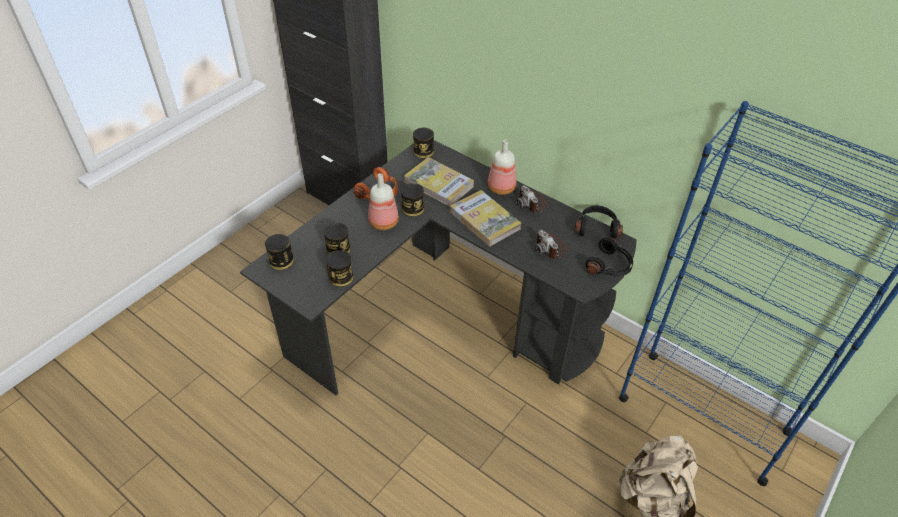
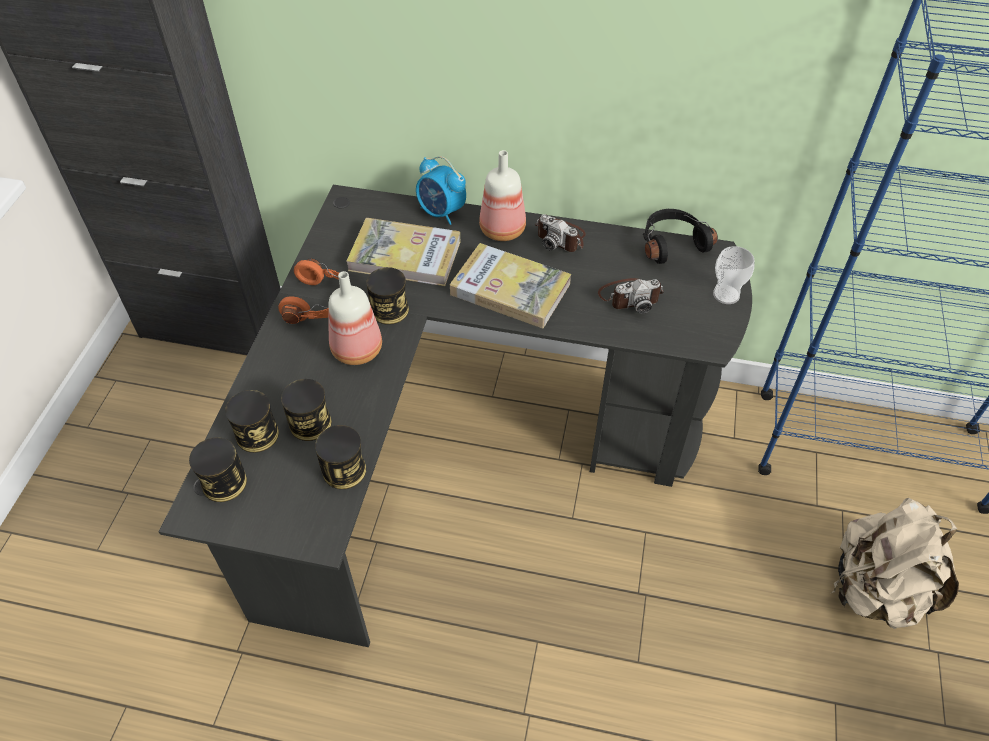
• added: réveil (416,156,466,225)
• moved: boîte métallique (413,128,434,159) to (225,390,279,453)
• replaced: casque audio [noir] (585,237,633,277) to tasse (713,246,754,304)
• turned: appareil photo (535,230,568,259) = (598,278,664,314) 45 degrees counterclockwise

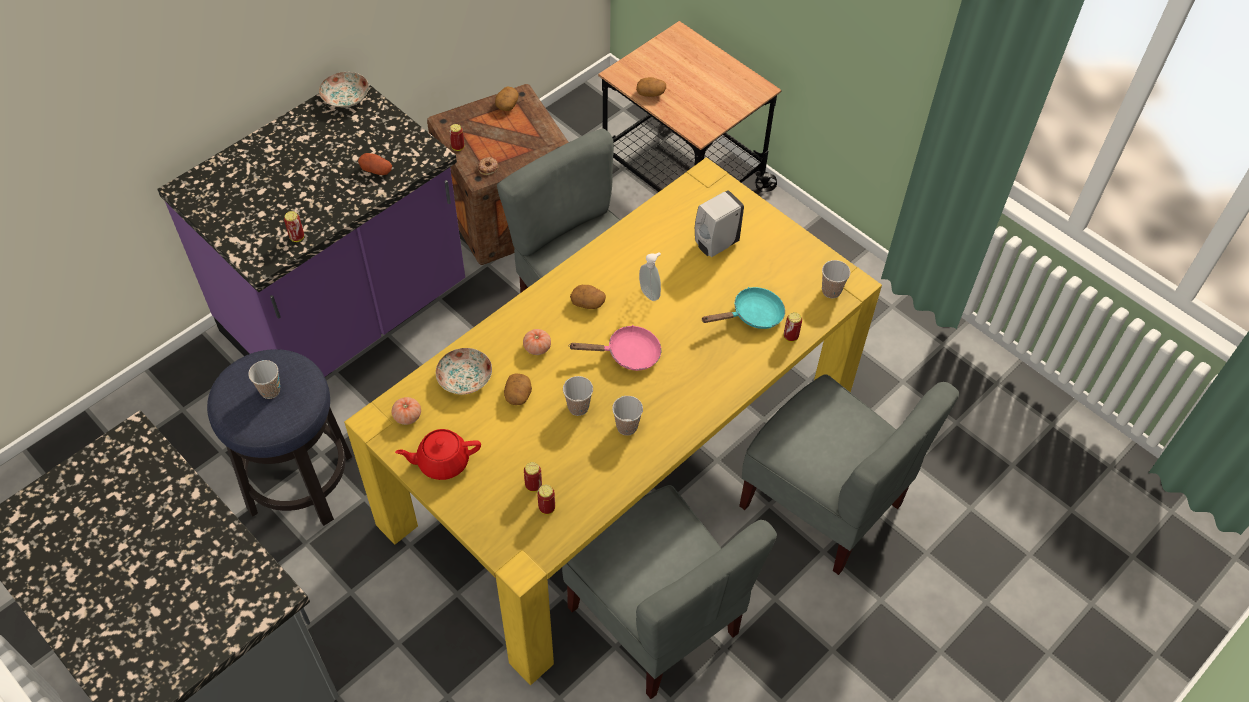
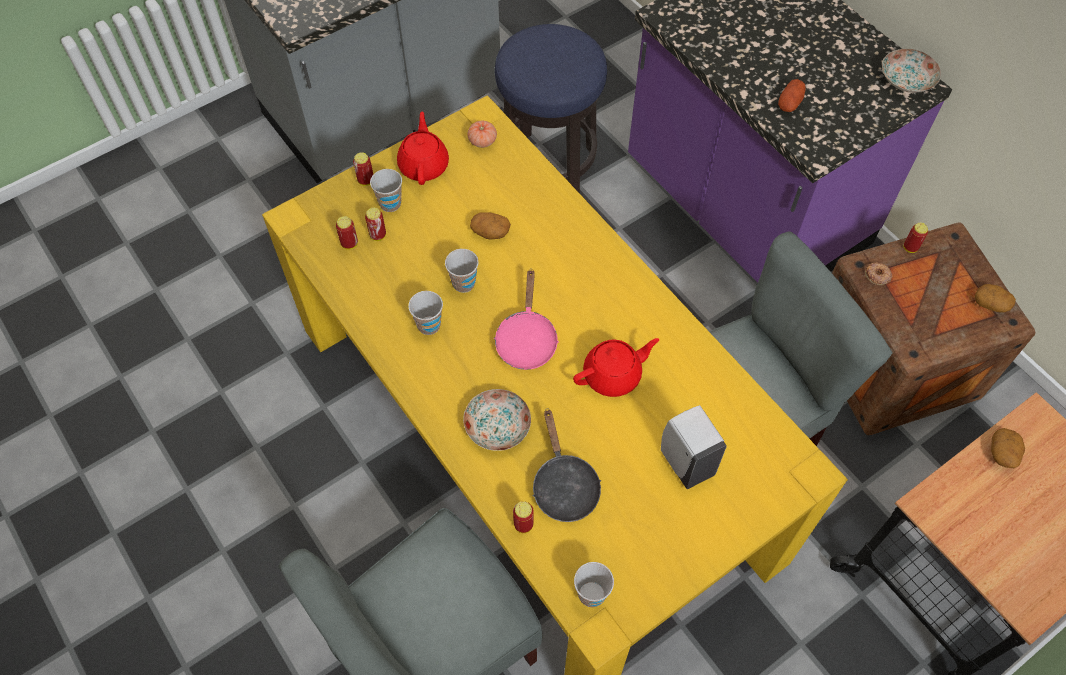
• removed: tomate (523,329,551,355)
• removed: chaise [gris] (562,485,777,699)
• removed: pomme de terre (570,285,606,309)
• moved: tasse (248,360,280,399) to (370,169,402,212)
• moved: boîte métallique (284,211,304,242) to (353,152,373,186)
• moved: assiette (436,348,492,395) to (463,389,531,451)
• replaced: distributeur de savon (639,252,661,301) to théière [rouge] (573,338,659,397)
• recoloured: poêle [turquoise] (701,287,785,329) to poêle [noir] (533,408,601,522)

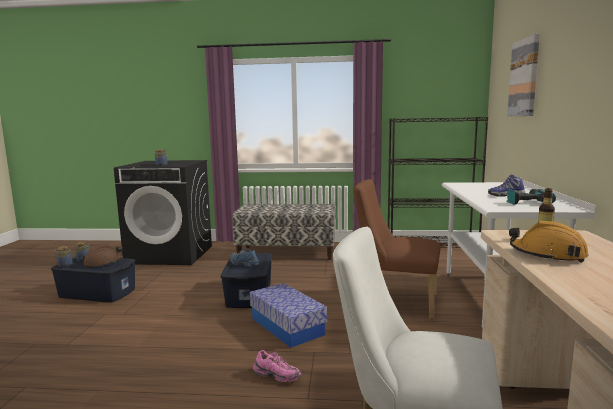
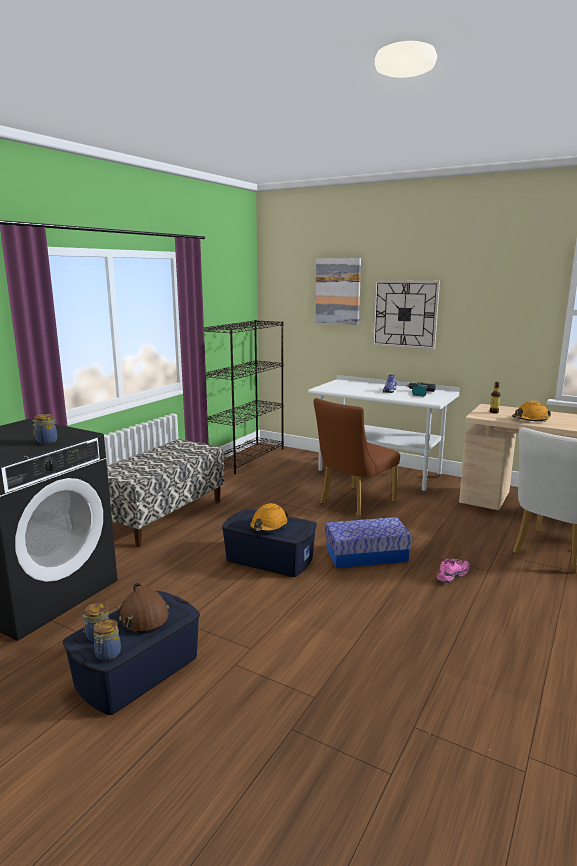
• added: horloge murale (372,280,440,350)
• replaced: chaussure [bleu] (229,249,259,267) to casque de chantier [orange] (249,503,289,532)

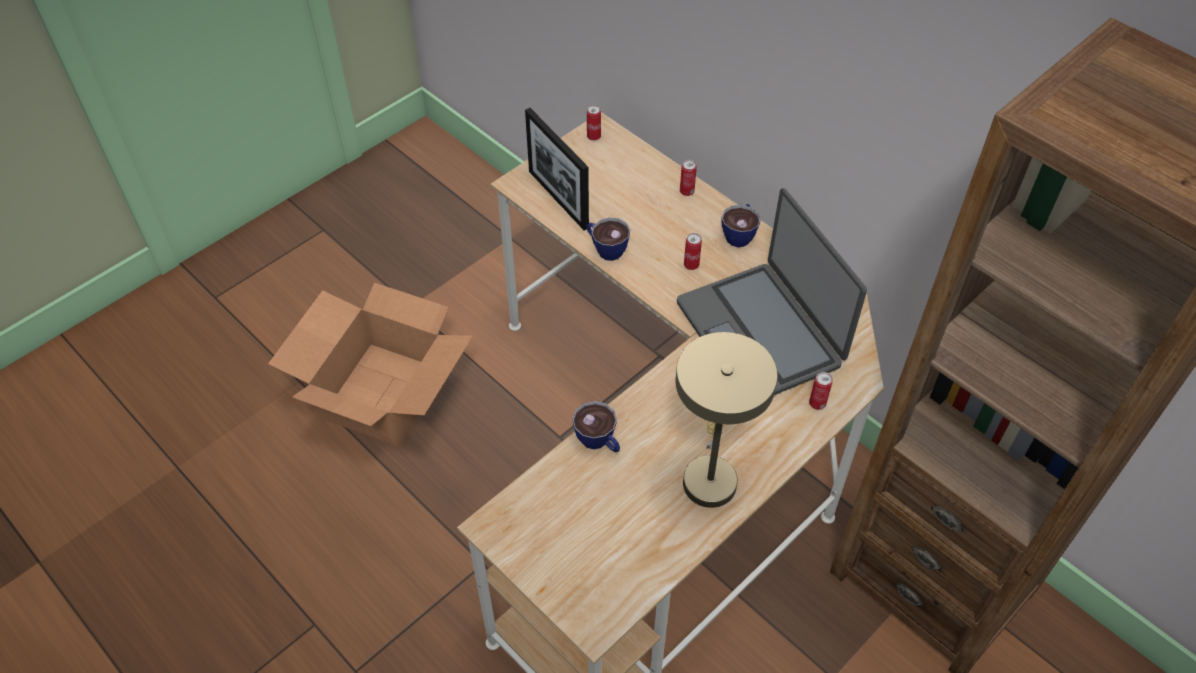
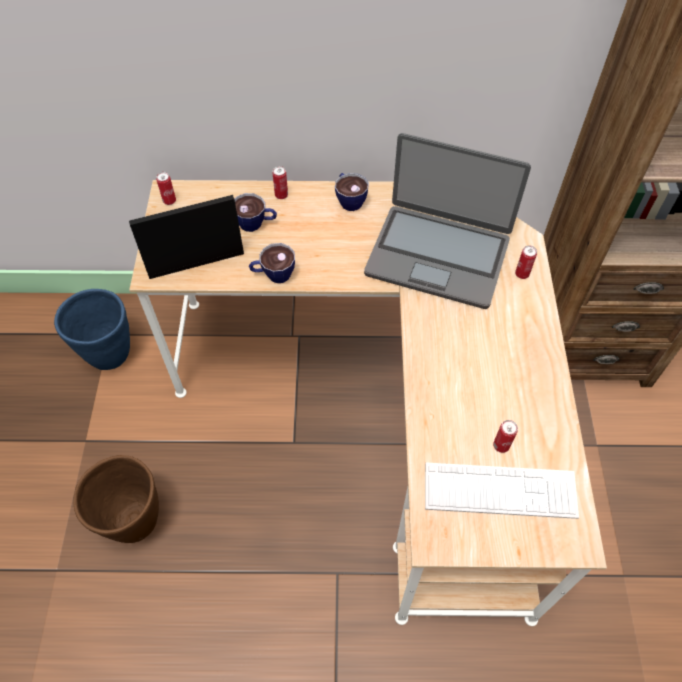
• removed: lampe de table [beige] (676,332,778,508)
• added: cache-pot [bleu] (54,289,130,370)
• added: clavier (425,462,579,519)
• moved: tasse (572,401,620,452) to (234,193,277,232)
• moved: boîte métallique (684,233,702,270) to (493,420,518,453)
• replaced: carton (268,283,473,447) to cache-pot [marron] (73,455,159,543)
• turned: cadre photo (525,108,589,231) = (129,195,244,279) 150 degrees clockwise

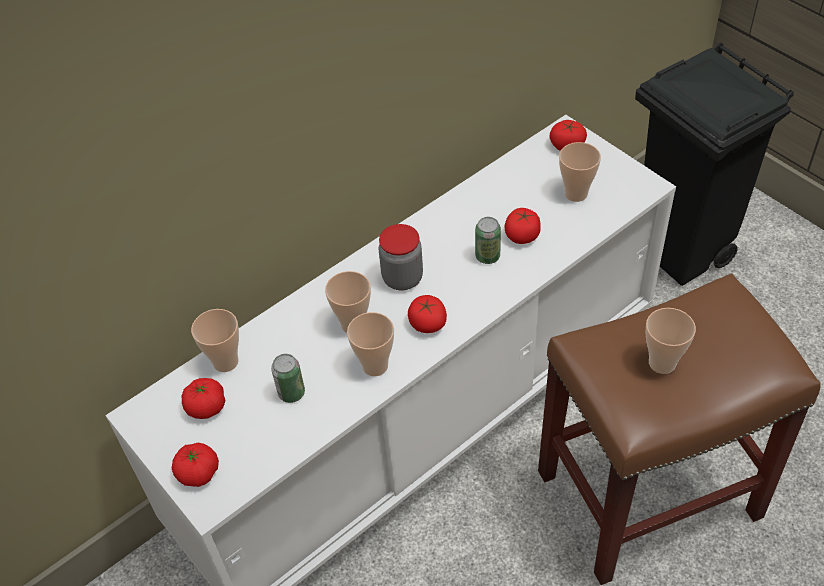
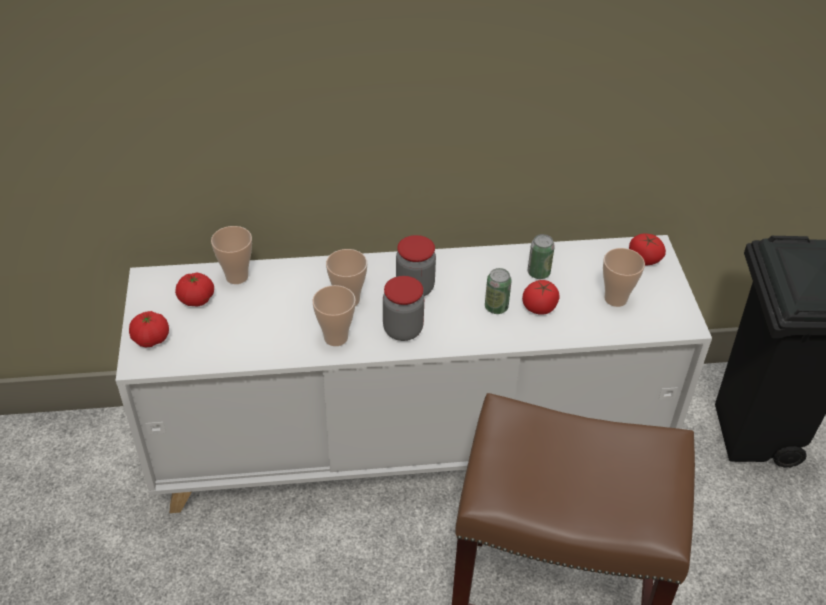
• removed: tasse (646,308,696,374)
• moved: boîte métallique (271,354,305,403) to (528,234,555,279)
• replaced: tomate (408,295,447,333) to bocal (383,276,424,341)

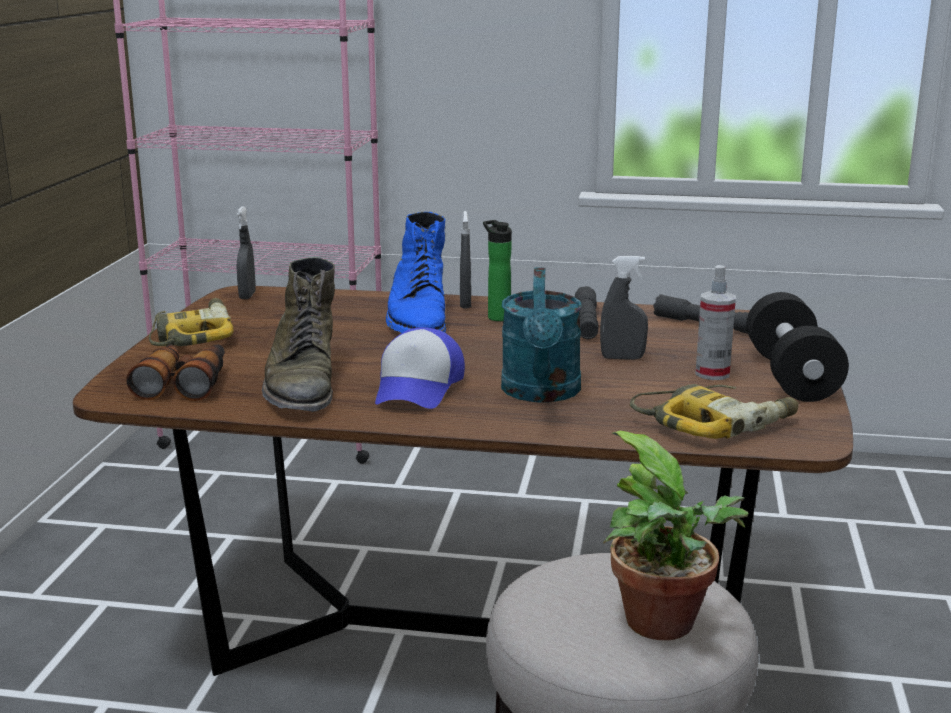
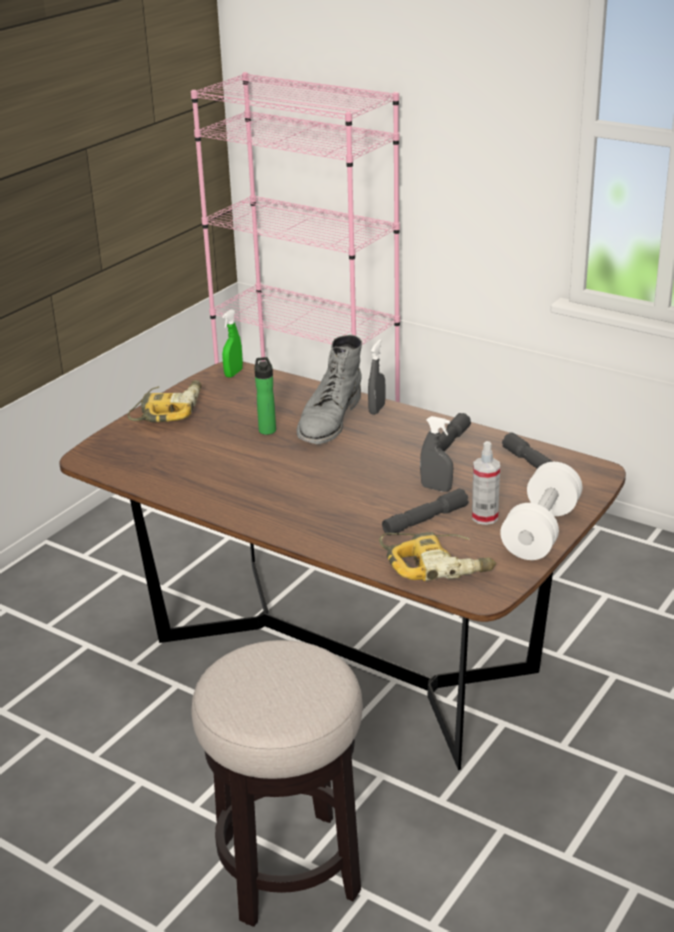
• removed: jumelles (126,344,225,401)
• removed: botte [vert] (262,257,335,412)
• removed: casquette (375,327,465,409)
• removed: arrosoir [turquoise] (501,268,582,403)
• removed: plante en pot (603,431,749,640)
• added: lampe de poche [gris] (382,488,469,535)
• moved: bouteille (483,220,512,321) to (254,357,276,435)
• recoloured: vaporisateur [gris] (236,206,256,299) to vaporisateur [vert] (222,310,243,378)
• recoloured: botte [bleu] (386,211,446,333) to botte [gris] (297,335,362,445)
• recoloured: haltère [noir] (746,292,849,402) to haltère [blanc] (500,462,582,560)

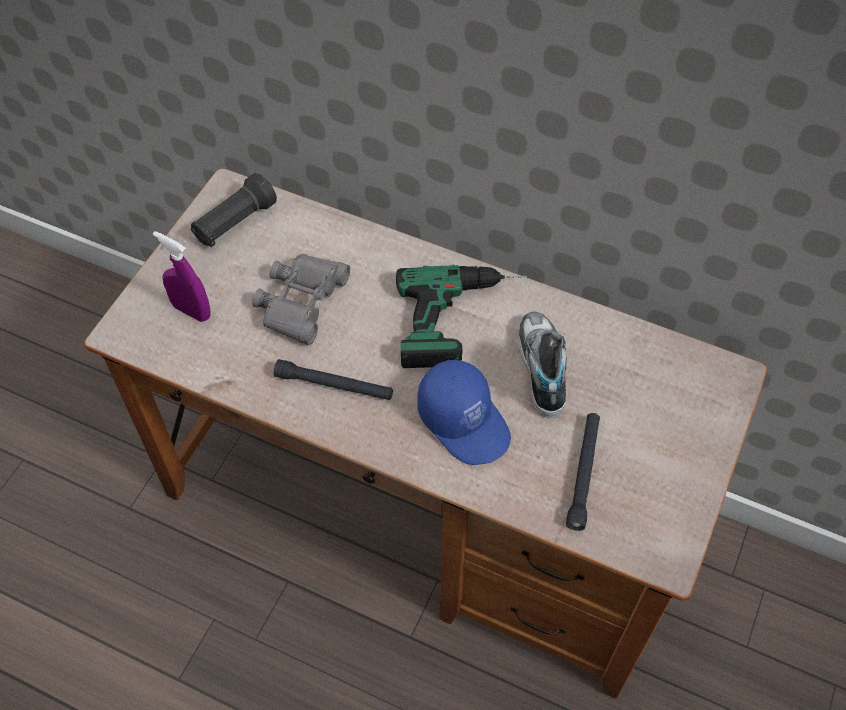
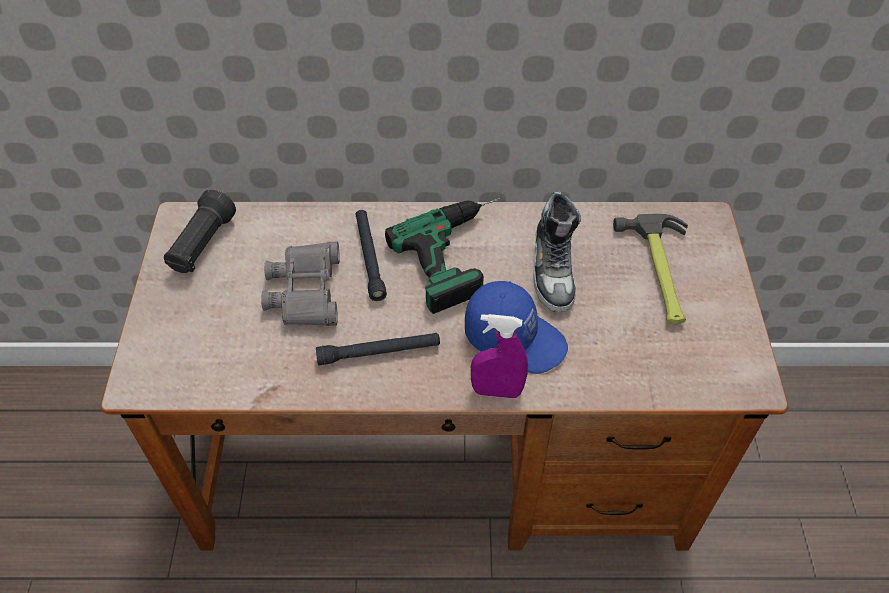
• added: marteau (613,213,688,325)
• moved: vaporisateur [violet] (153,231,210,322) to (471,314,528,398)
• moved: lampe de poche [noir] (566,413,600,531) to (355,210,387,301)
• turned: chaussure (518,312,567,418) = (533,192,581,312) 150 degrees counterclockwise

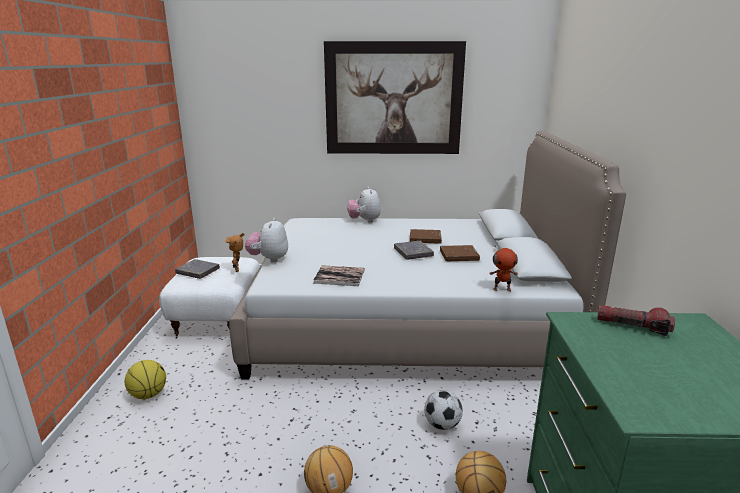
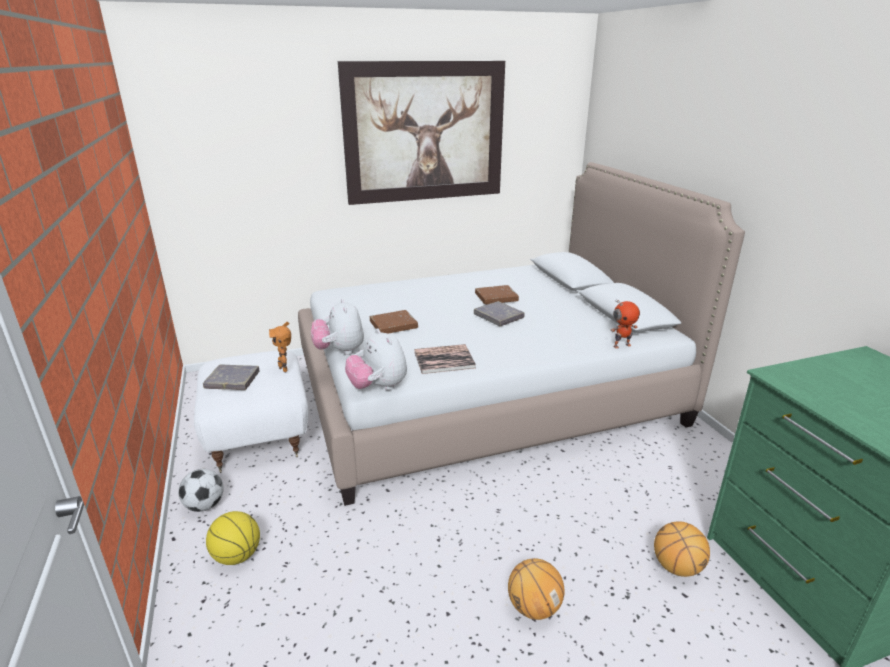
• removed: lampe de poche (597,305,675,336)
• moved: peluche (347,187,381,223) to (345,329,407,390)
• moved: ballon de foot (424,390,463,430) to (178,469,223,512)
• moved: livre [marron] (440,245,480,261) to (370,310,418,333)

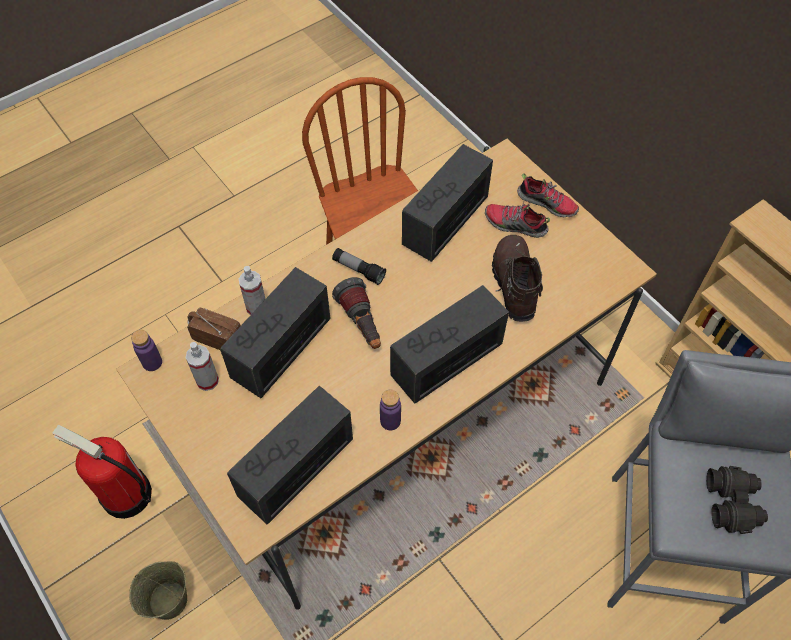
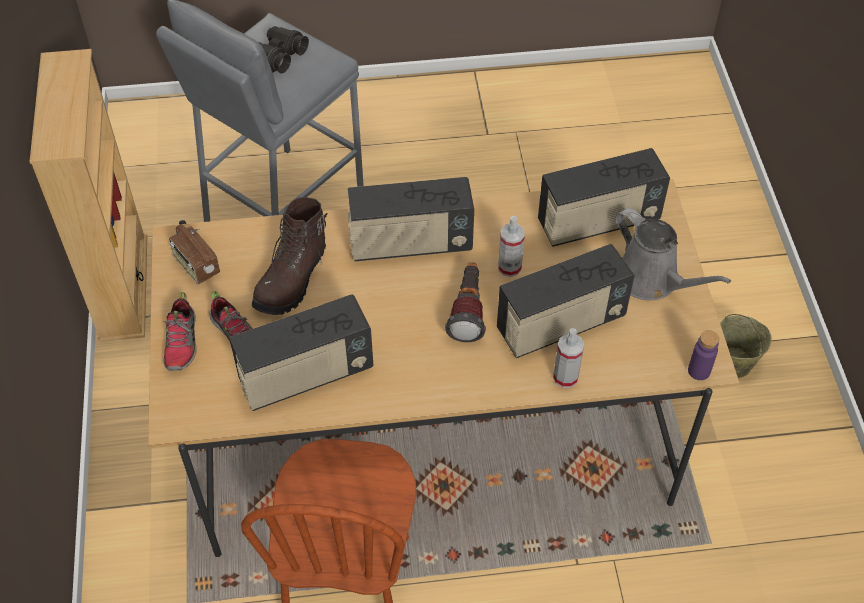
• removed: extincteur (52,425,152,519)
• removed: lampe de poche (332,248,386,285)
• removed: bouteille [violet] (380,390,401,430)
• added: arrosoir [gris] (616,208,731,300)
• moved: vaporisateur (186,342,219,391) to (498,216,525,277)
• moved: radio (187,308,241,350) to (169,224,220,284)
• turned: chaussure (517,173,579,218) = (163,292,197,371) 150 degrees counterclockwise

